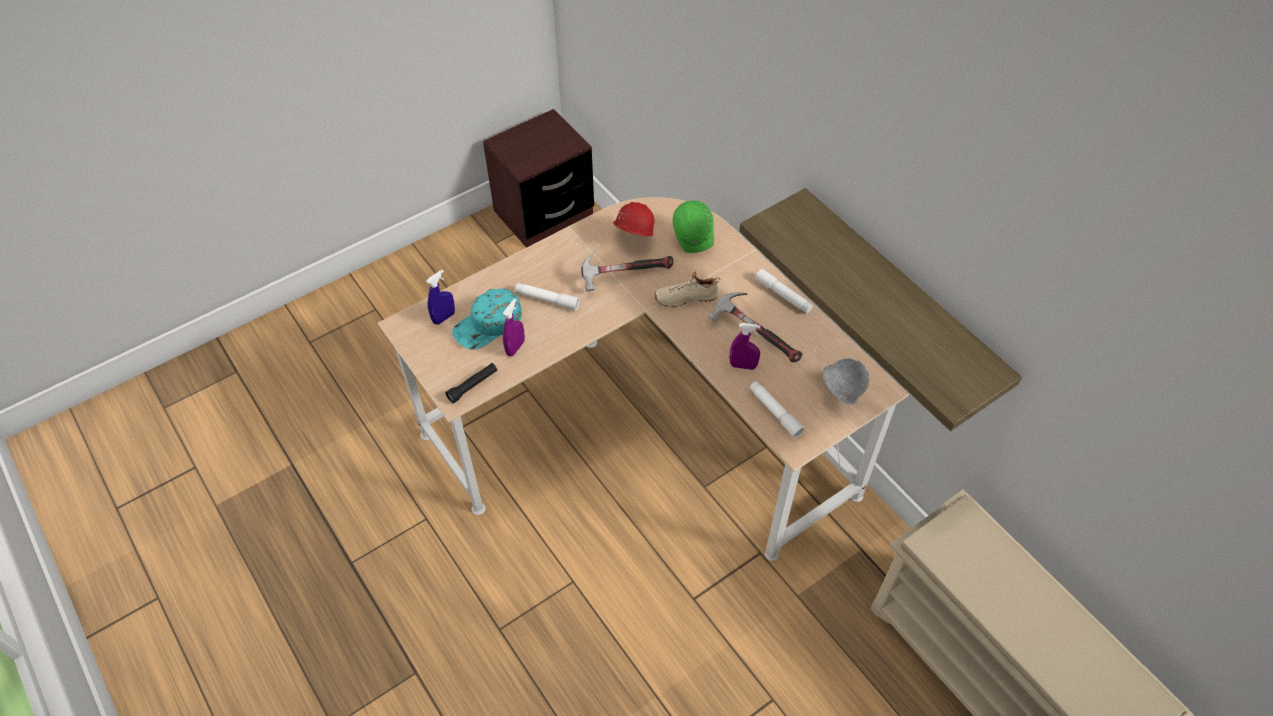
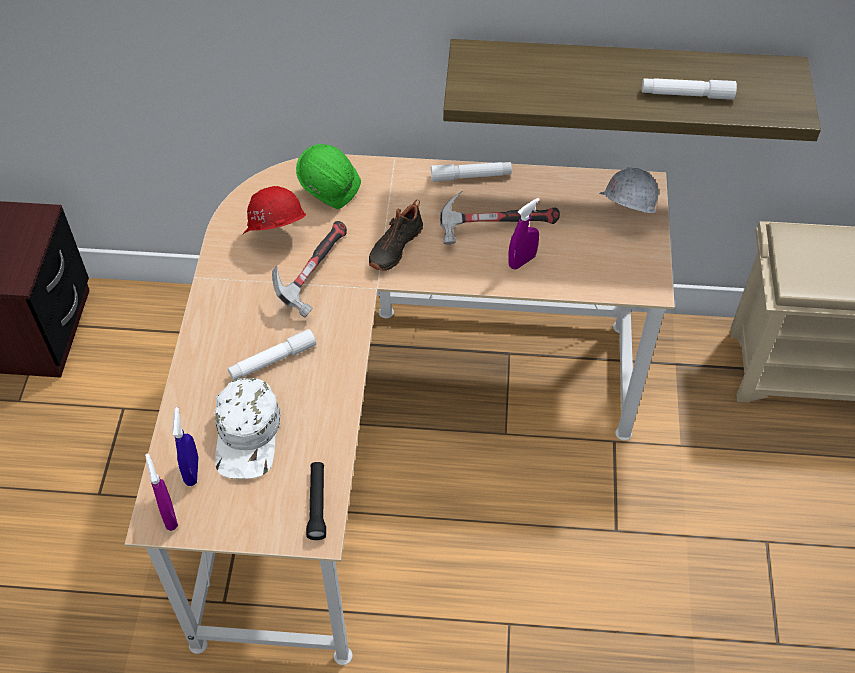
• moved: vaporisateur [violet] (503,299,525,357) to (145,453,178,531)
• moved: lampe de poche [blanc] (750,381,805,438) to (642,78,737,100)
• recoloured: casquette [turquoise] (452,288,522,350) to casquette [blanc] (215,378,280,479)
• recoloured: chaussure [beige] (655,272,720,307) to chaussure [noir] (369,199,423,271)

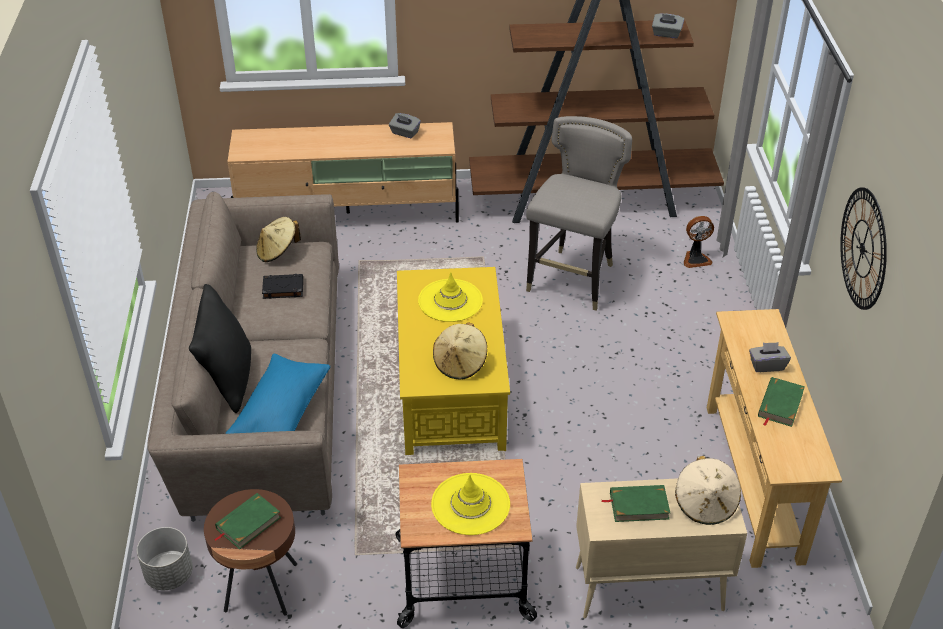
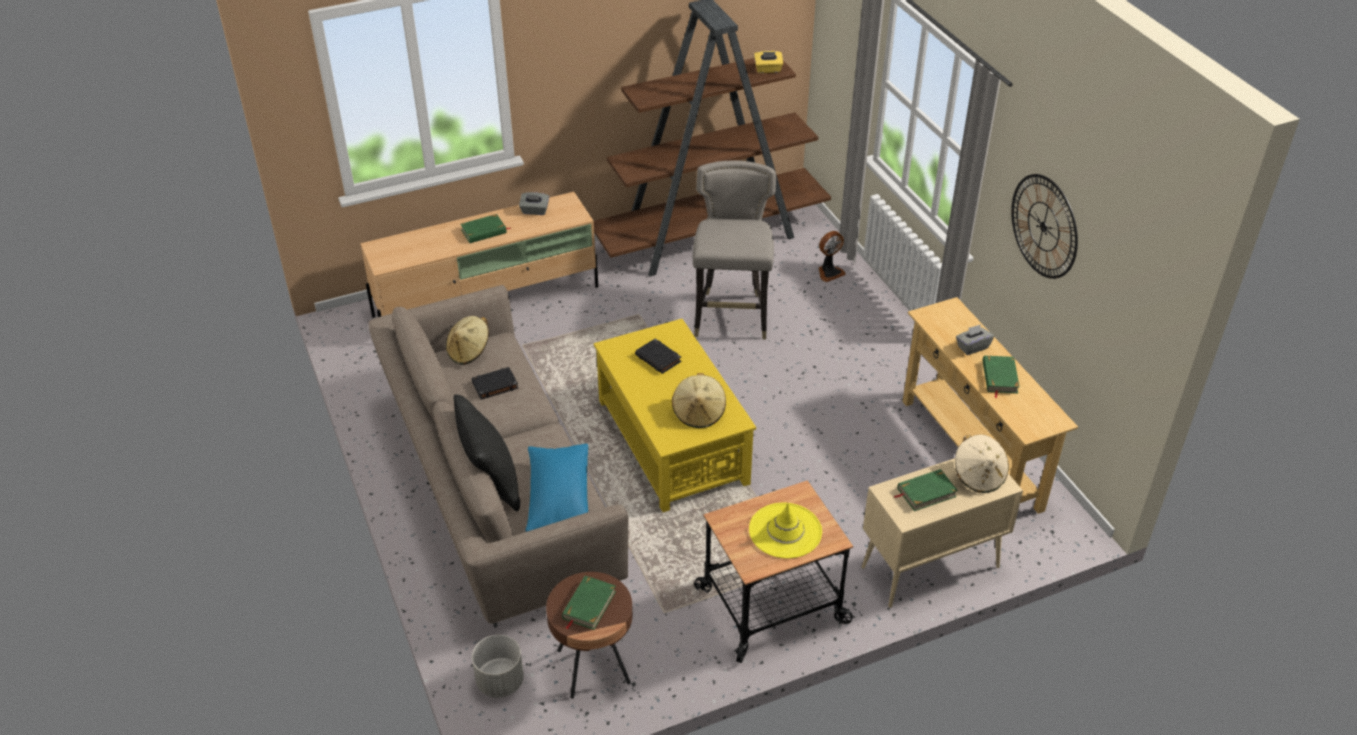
• added: livre [vert] (460,214,511,243)
• replaced: chapeau [jaune] (418,272,483,322) to livre [noir] (635,339,681,374)
• recoloured: boîte à mouchoirs [gris] (652,13,684,38) to boîte à mouchoirs [jaune] (754,51,783,73)

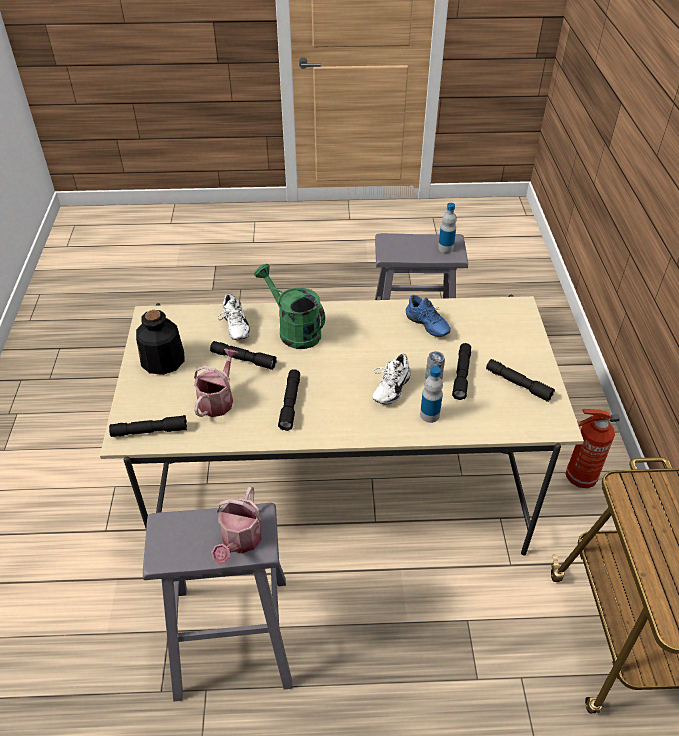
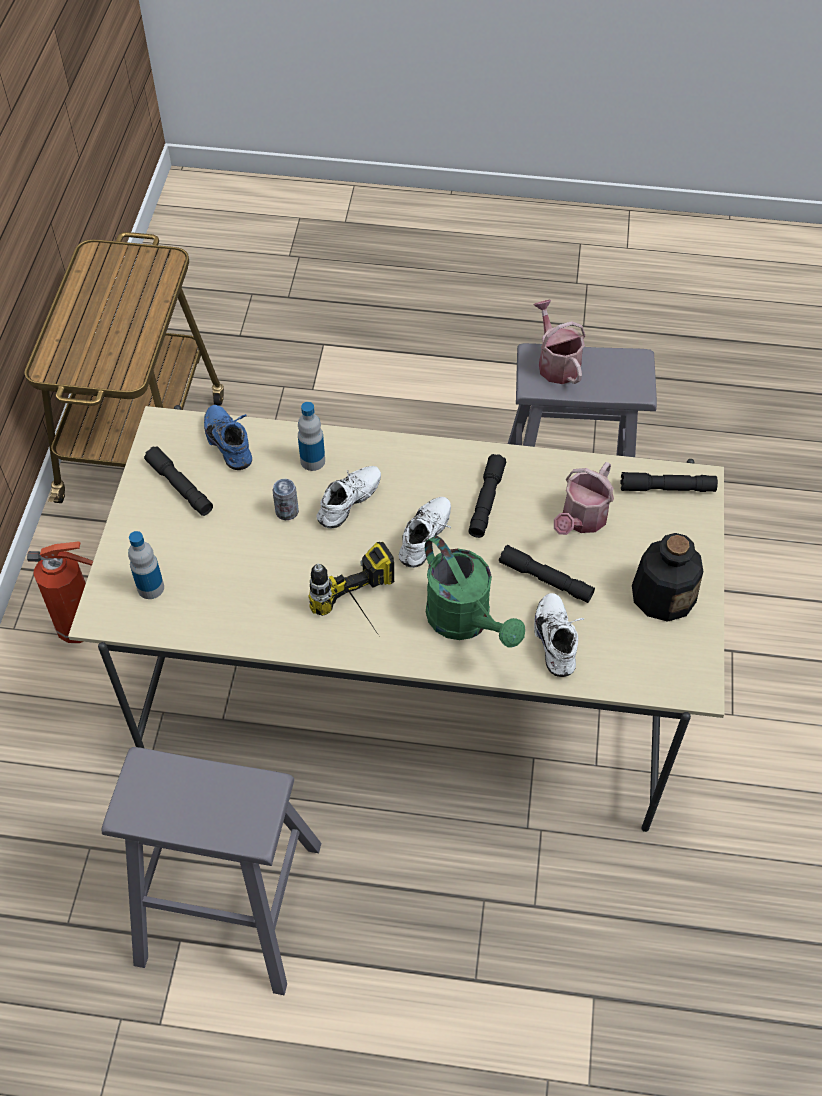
• removed: lampe de poche [noir] (452,343,471,400)
• added: perceuse (308,542,394,640)
• added: chaussure [blanc] (399,497,451,568)
• moved: chaussure [bleu] (406,295,451,337) to (204,405,252,470)
• moved: bouteille (438,203,457,253) to (128,531,164,599)
• turned: arrosoir (211,487,262,565) = (534,300,586,384) 45 degrees counterclockwise

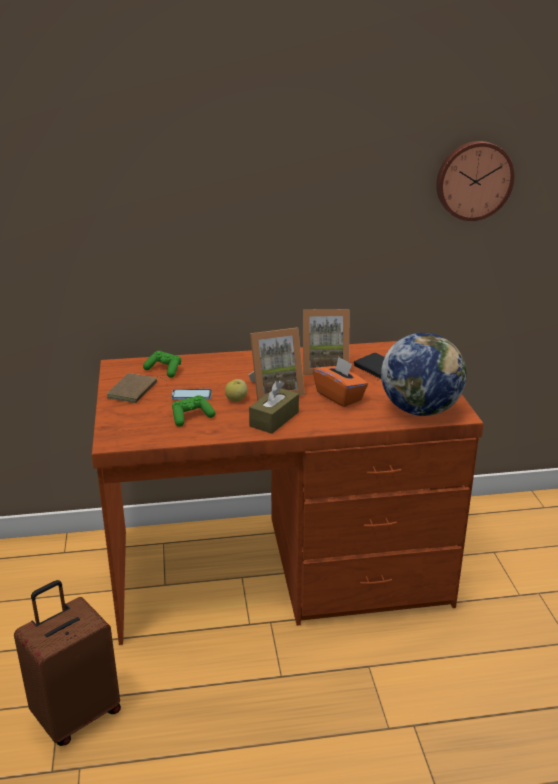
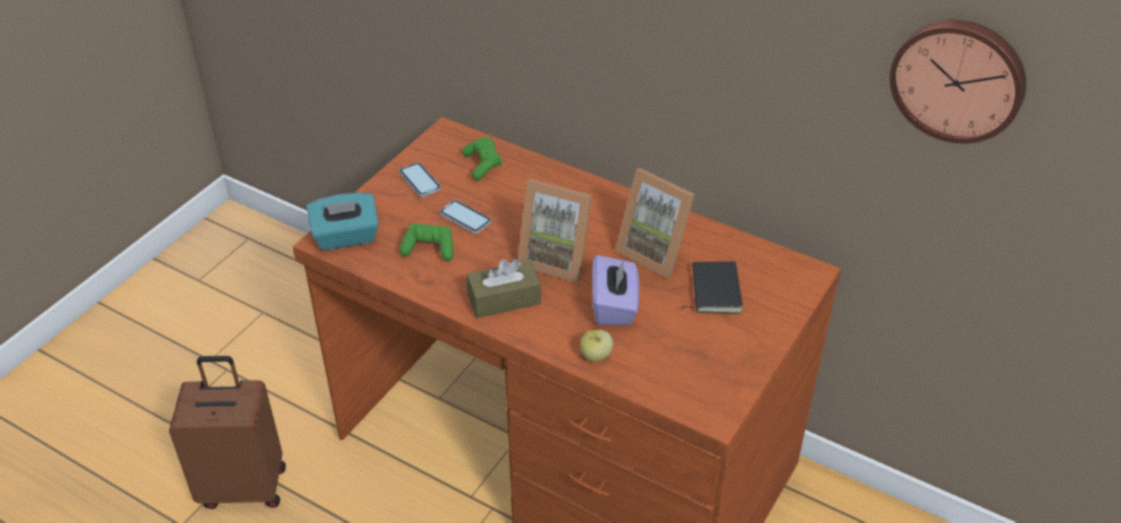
• removed: globe (381,333,467,416)
• added: boîte à mouchoirs [turquoise] (307,193,379,250)
• moved: pomme (225,379,247,402) to (580,330,613,362)
• replaced: livre [marron] (107,373,166,403) to téléphone (399,162,441,197)
• recoloured: boîte à mouchoirs [orange] (313,357,368,407) to boîte à mouchoirs [violet] (592,255,639,326)

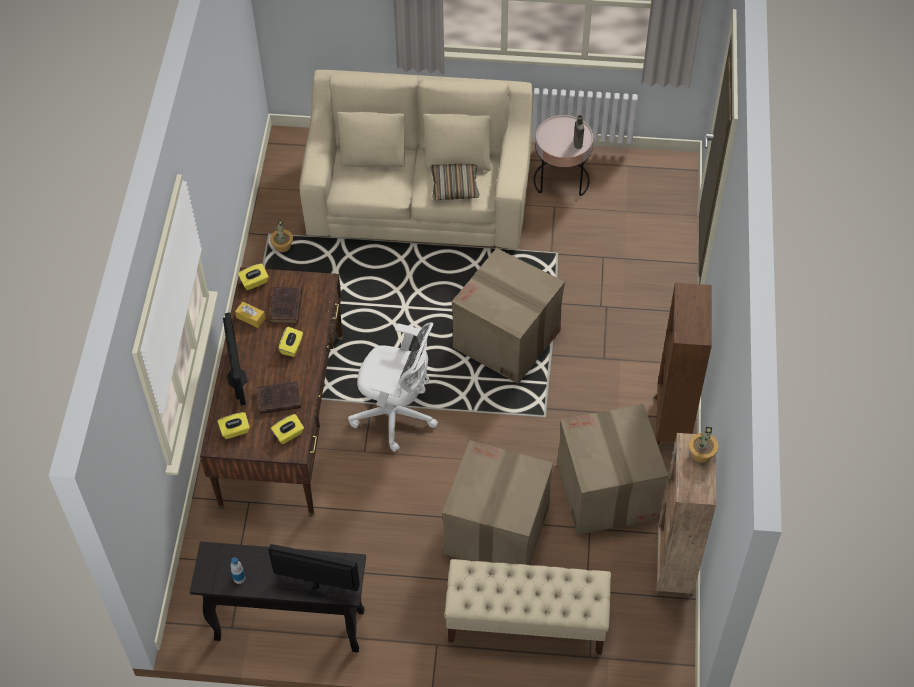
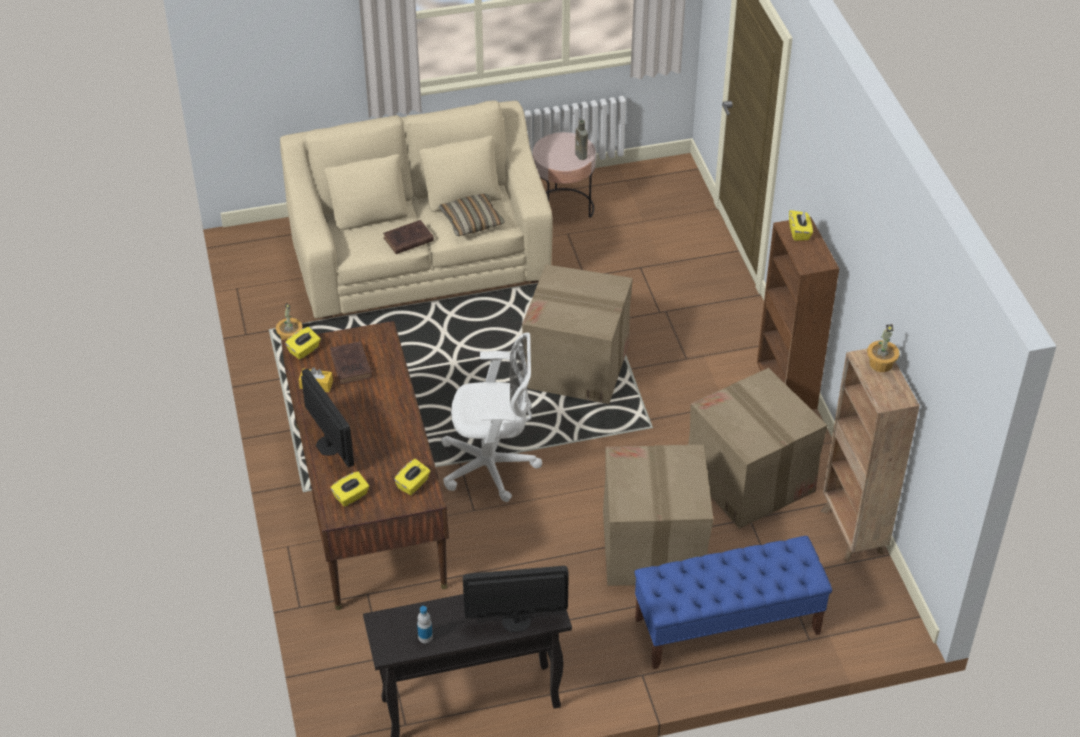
• moved: livre [marron] (256,381,301,414) to (383,220,434,254)
• moved: boîte à mouchoirs [jaune] (278,327,303,357) to (789,210,813,241)
• recoloured: banc [beige] (445,559,611,655) to banc [bleu] (634,536,832,669)

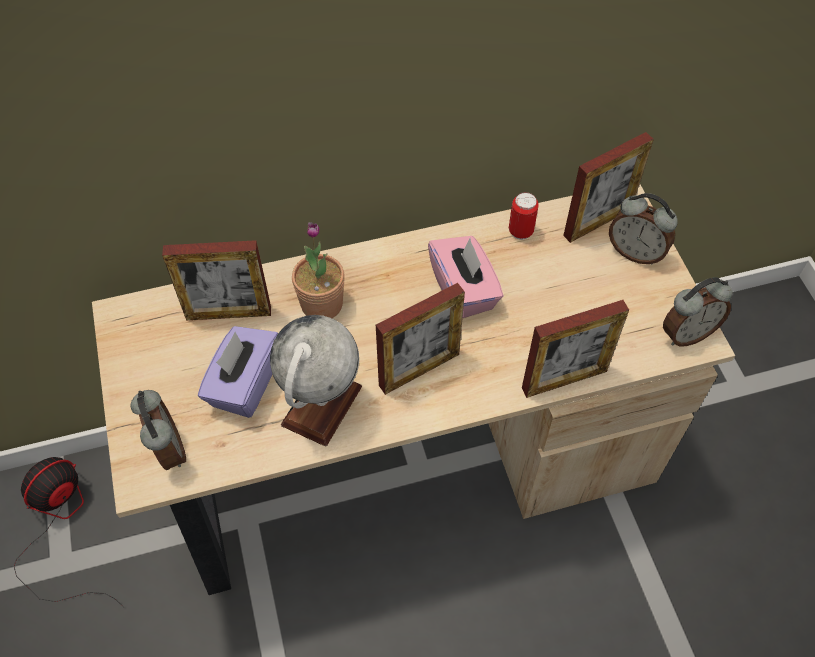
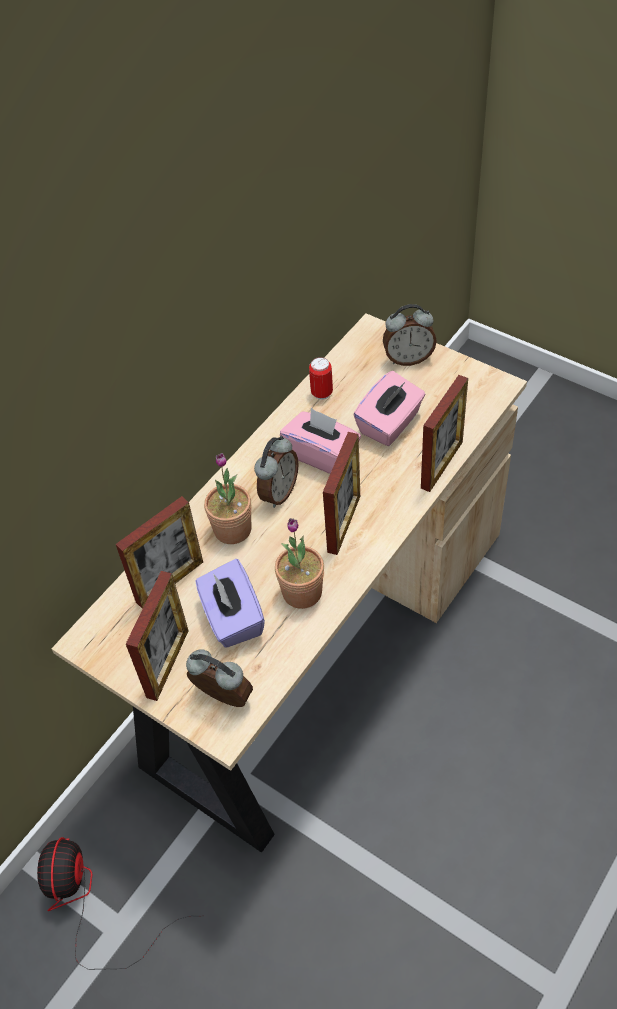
• added: boîte à mouchoirs [rose] (353,371,425,446)
• moved: cadre photo (563,132,654,243) to (126,571,189,701)
• moved: réveil (663,277,733,347) to (254,436,299,508)
• replaced: globe (270,315,362,447) to plante en pot (275,518,324,609)

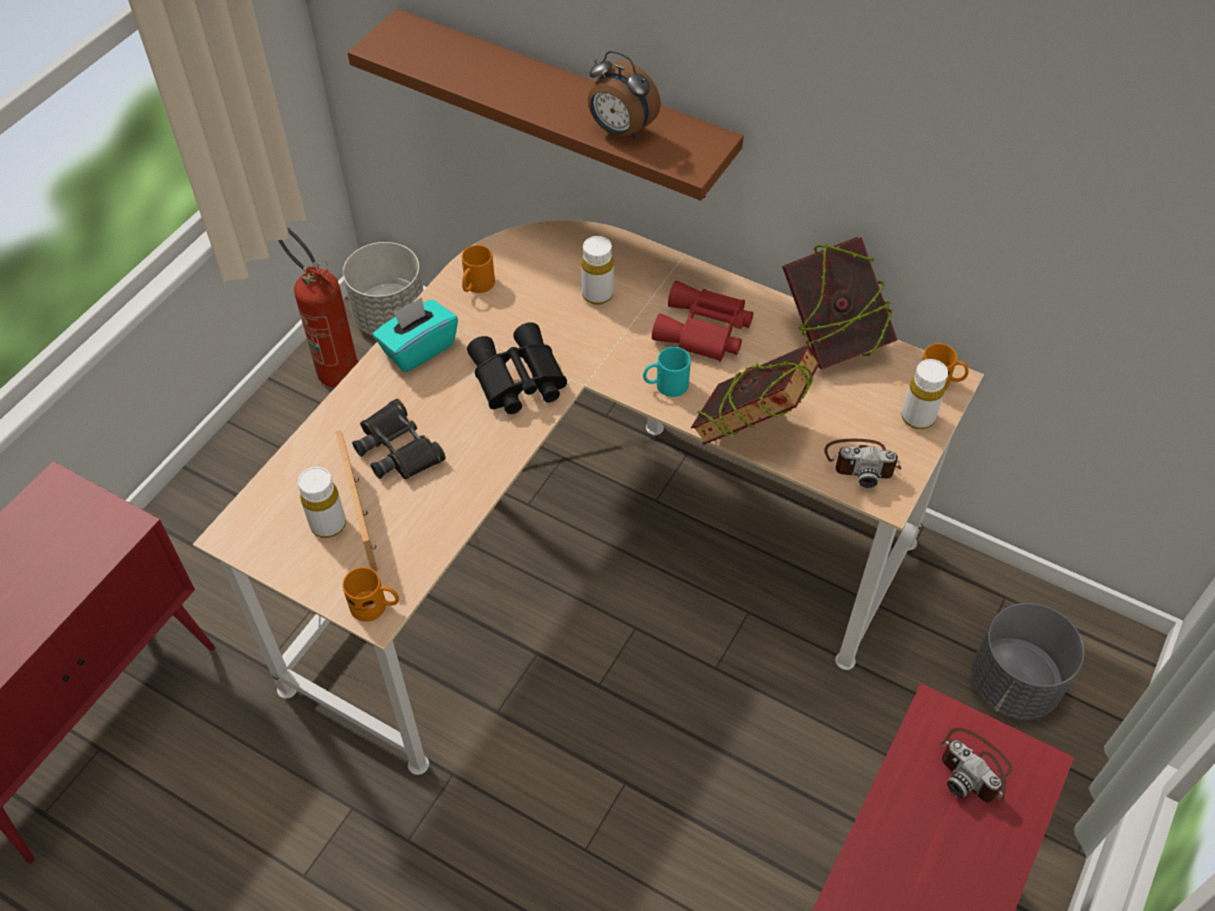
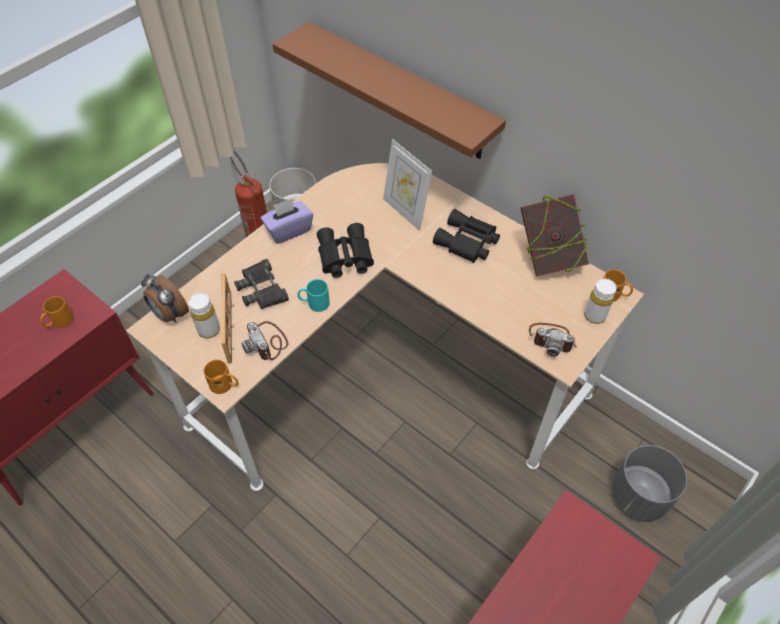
• removed: livre (691,344,820,445)
• moved: mug [orange] (462,245,495,293) to (40,296,74,328)
• moved: réveil (588,51,661,139) to (141,274,189,323)
• moved: mug [turquoise] (643,347,691,397) to (298,279,330,312)
• moved: appareil photo (940,728,1012,802) to (241,321,288,360)
• replaced: bouteille [blanc] (581,236,614,305) to cadre photo (383,139,432,231)
• recoloured: boîte à mouchoirs [turquoise] (373,297,458,372) to boîte à mouchoirs [violet] (260,199,313,244)
• recoloured: jumelles [rouge] (652,281,753,362) to jumelles [noir] (433,209,500,263)

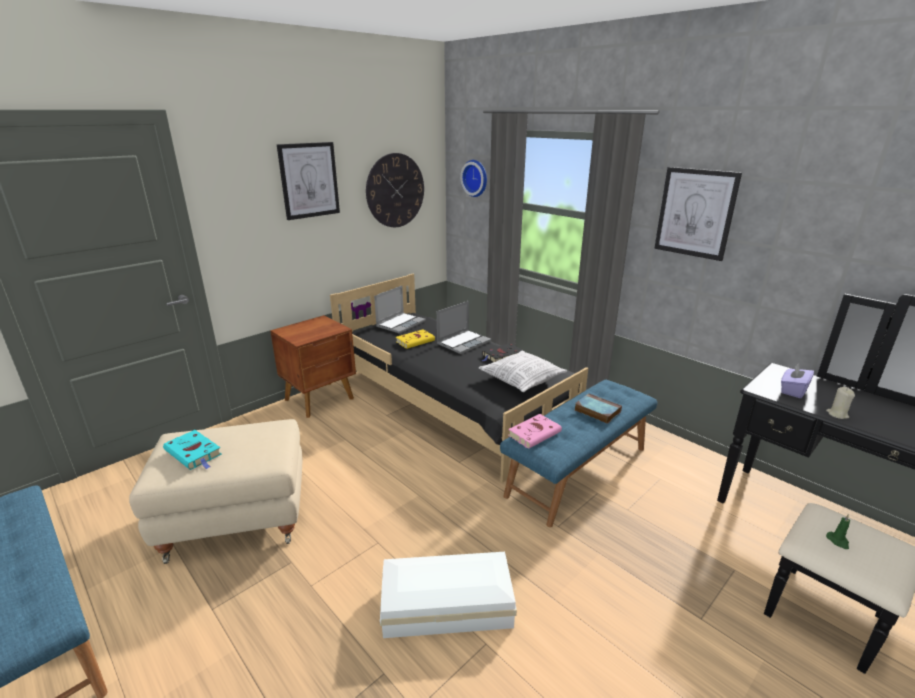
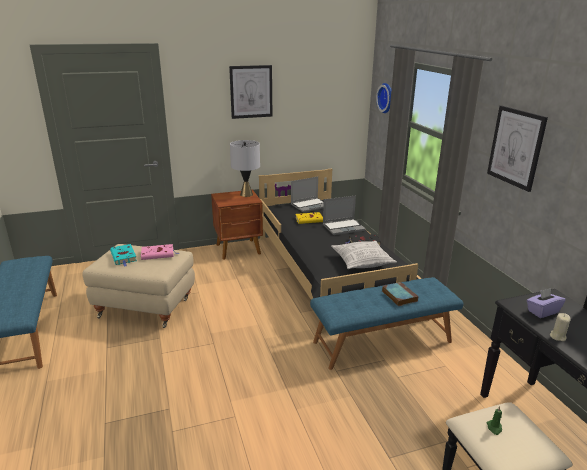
• removed: horloge murale (366,153,424,227)
• removed: boîte de rangement [blanc] (380,552,517,638)
• added: lampe de table [gris] (230,140,260,197)
• moved: livre [rose] (508,414,562,449) to (140,244,180,260)

